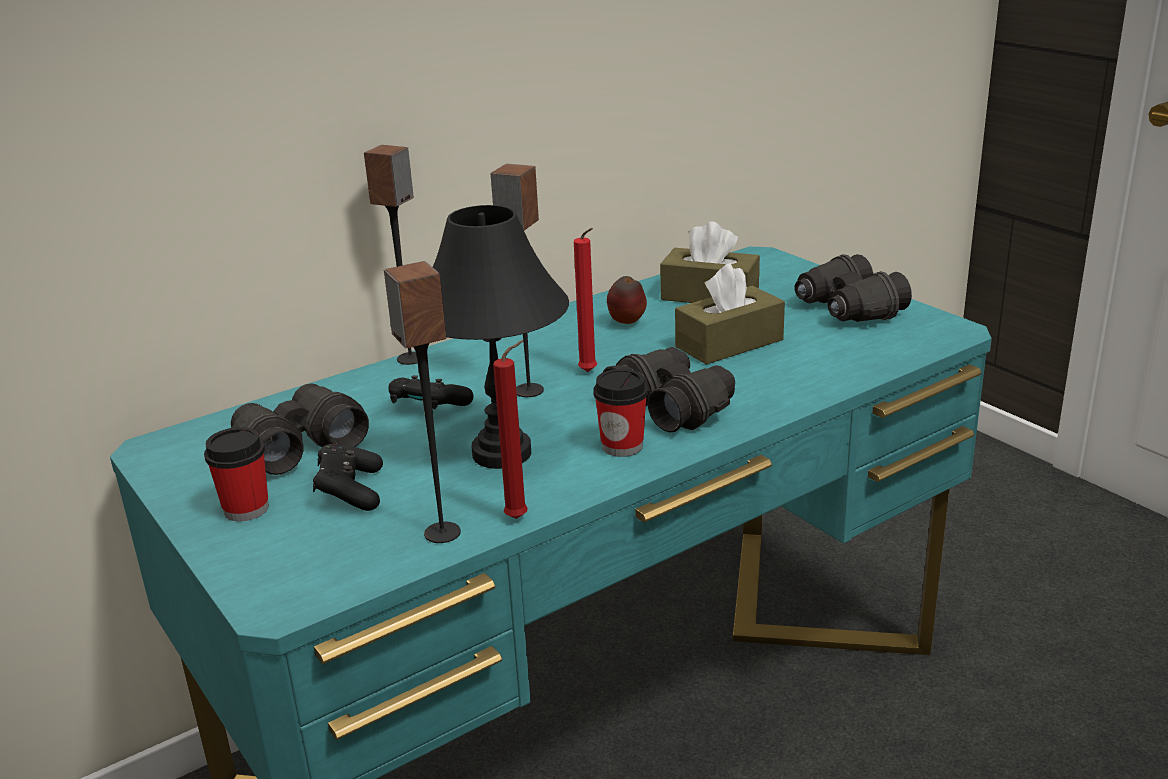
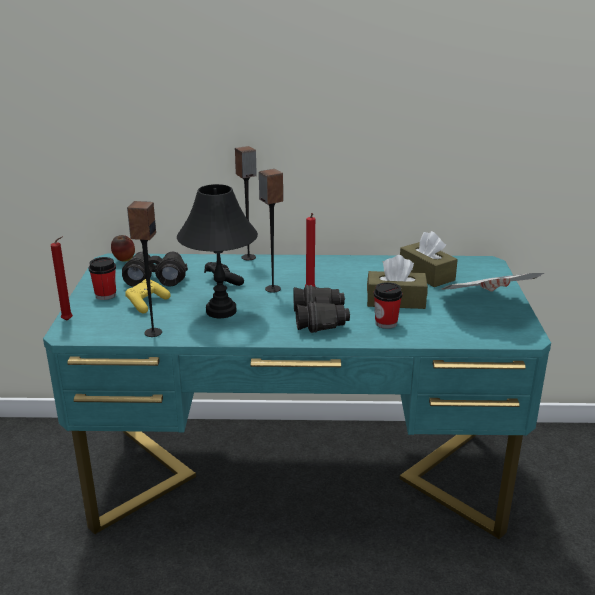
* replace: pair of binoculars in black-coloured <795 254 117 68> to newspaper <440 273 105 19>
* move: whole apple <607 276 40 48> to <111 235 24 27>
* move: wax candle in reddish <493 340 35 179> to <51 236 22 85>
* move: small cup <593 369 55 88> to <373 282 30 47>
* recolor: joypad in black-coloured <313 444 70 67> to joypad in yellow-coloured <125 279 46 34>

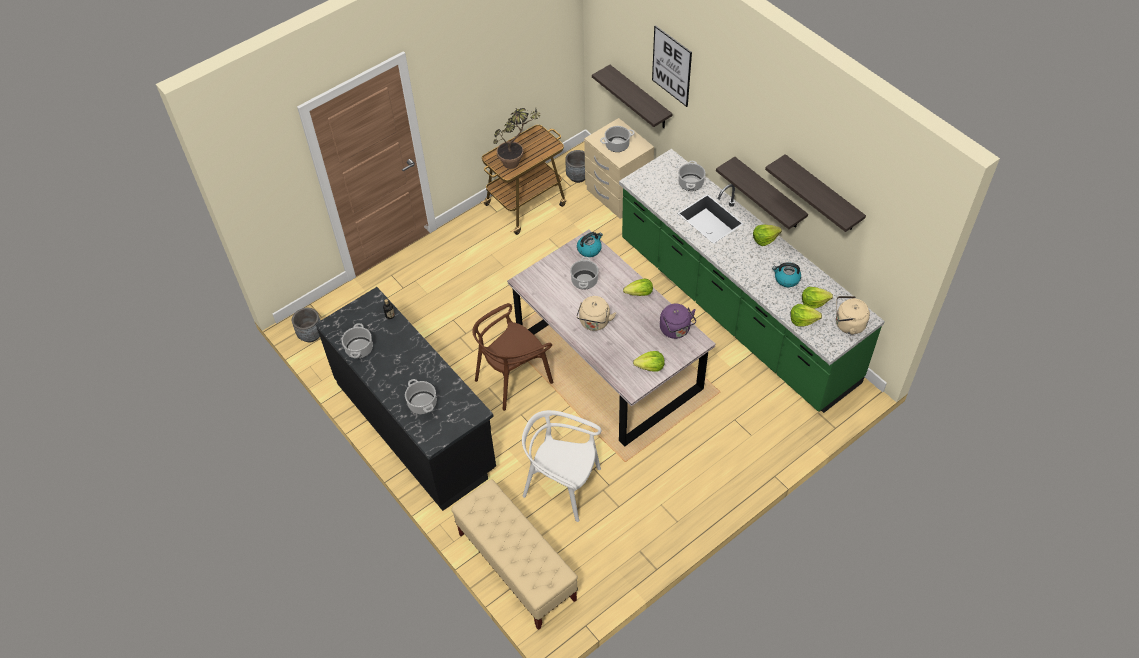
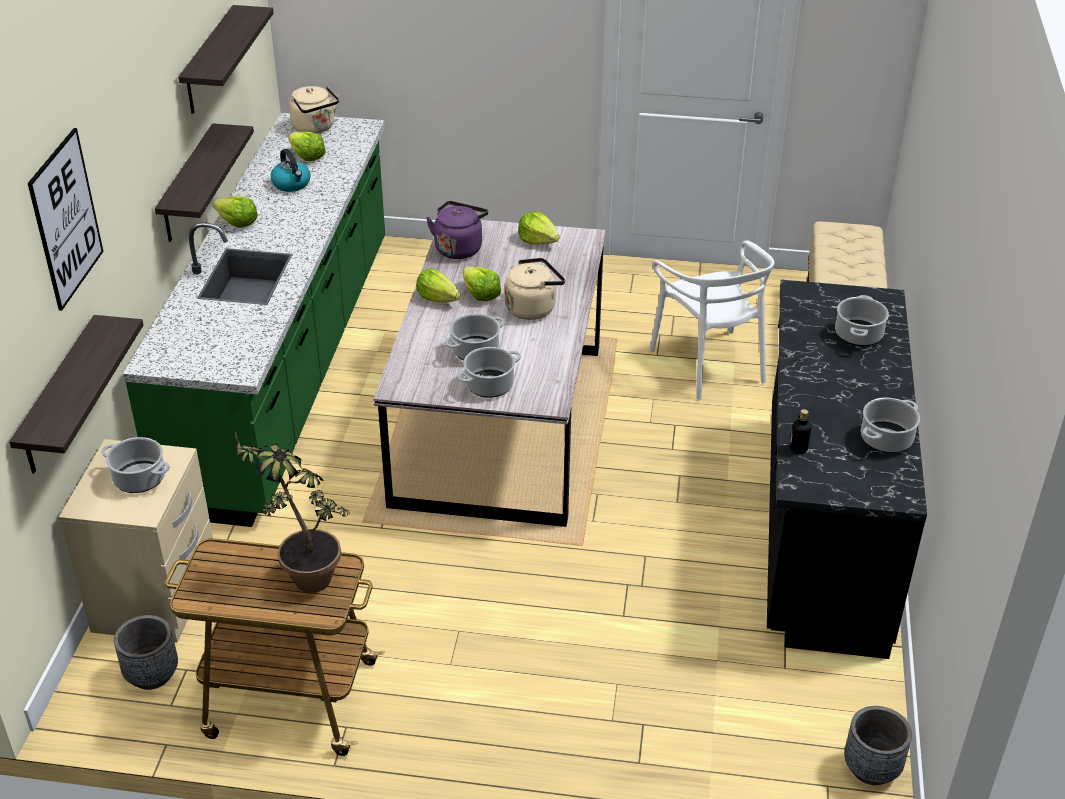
* move: cooking pot <678 161 27 30> to <457 347 64 51>
* delete: water kettle <577 232 26 25>
* delete: chair in brown <472 303 81 108>
* move: lettuce head <790 304 32 22> to <463 267 38 34>

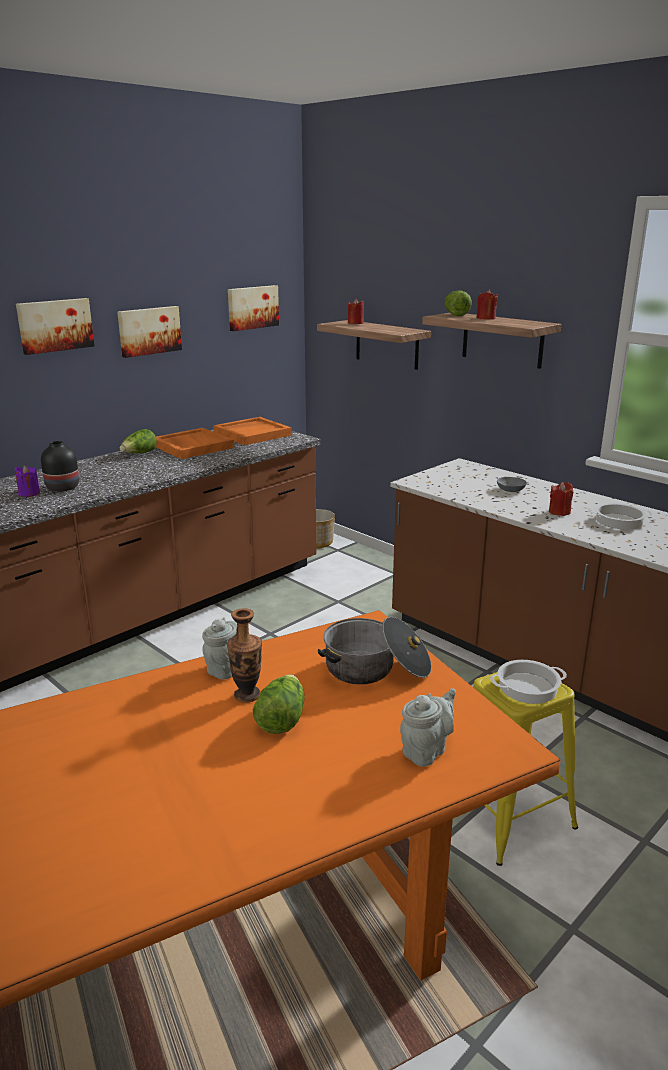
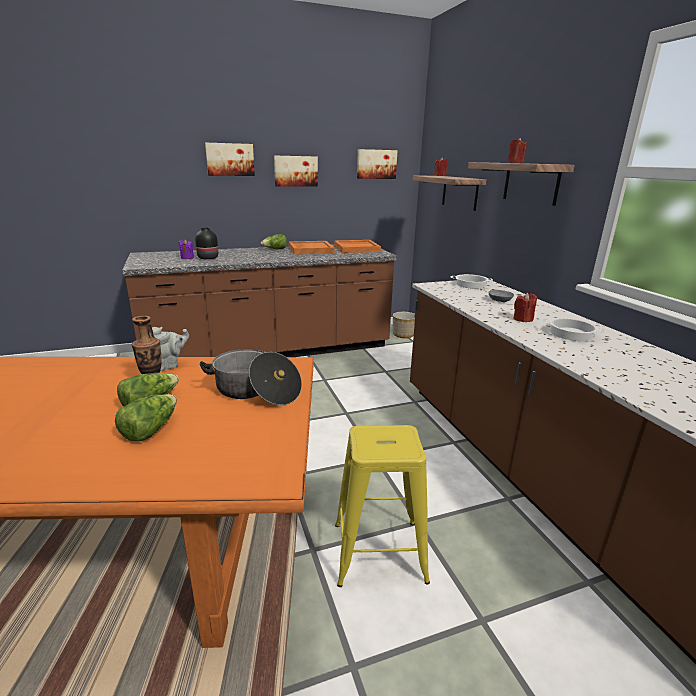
* move: lettuce head <445 290 27 26> to <115 394 62 48>
* move: cooking pot <490 660 77 44> to <451 274 42 15>
* delete: tea pot in grey <400 688 56 79>

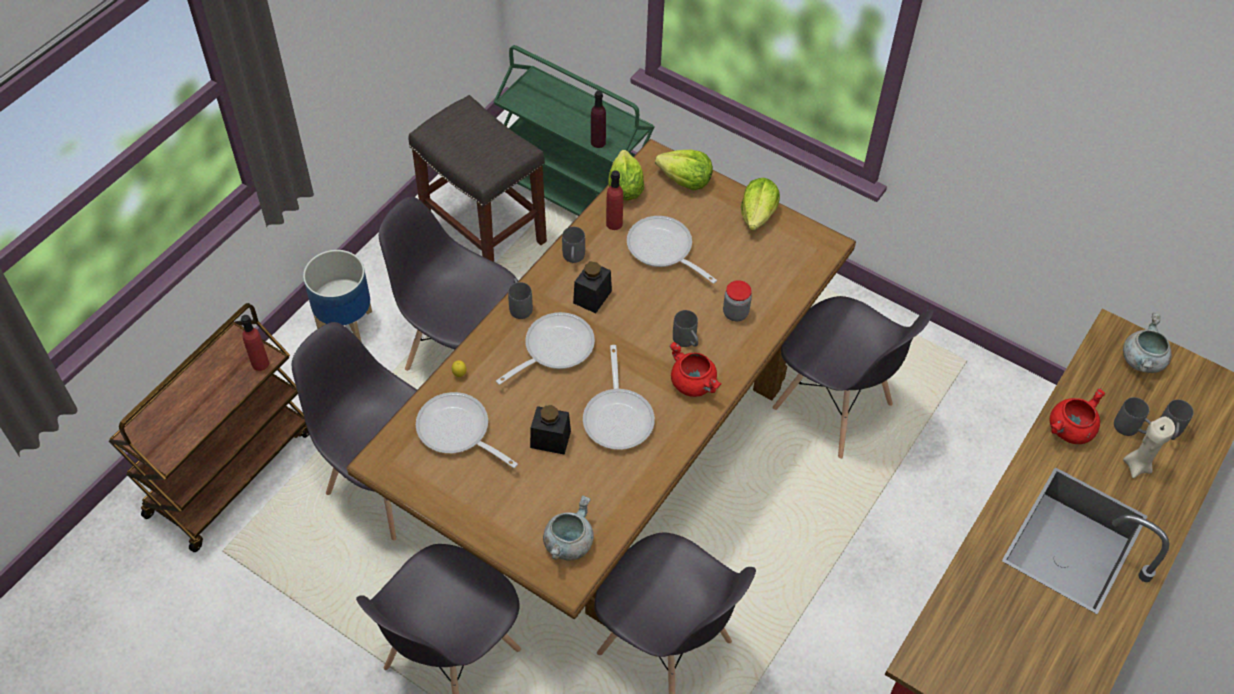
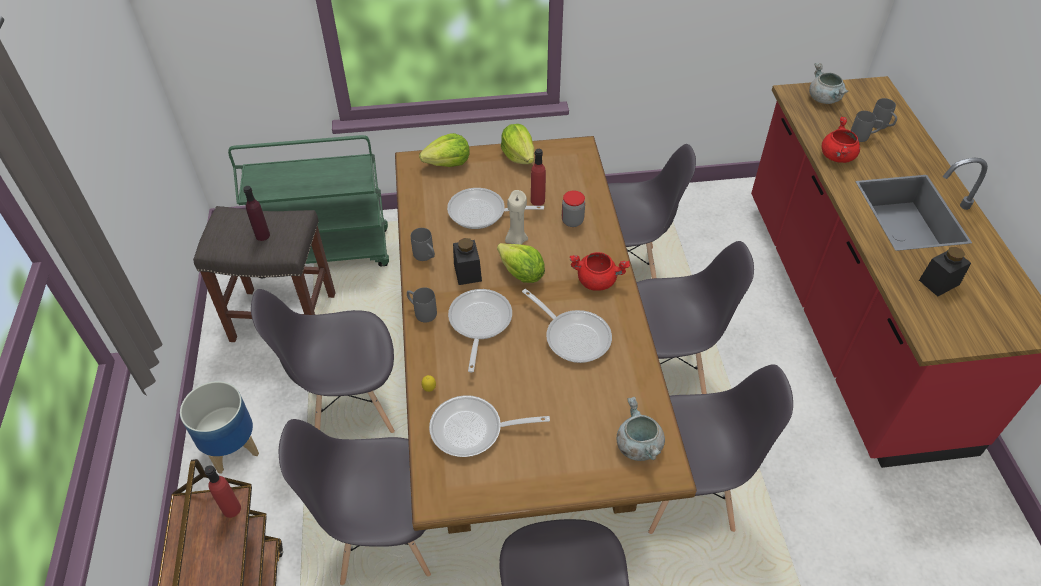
* move: drink bottle in purplish <591 91 15 57> to <243 186 27 55>
* move: lettuce head <608 150 36 50> to <497 243 48 40>
* move: drink bottle in reddish <606 170 17 60> to <531 149 15 57>
* delete: mug in grey <673 310 25 37>
* move: jar in black-coloured <530 405 41 50> to <919 247 52 49>
* move: wax candle in sand-coloured <1123 416 52 62> to <505 190 23 55>
* insert: chair in grey <636 241 118 153>

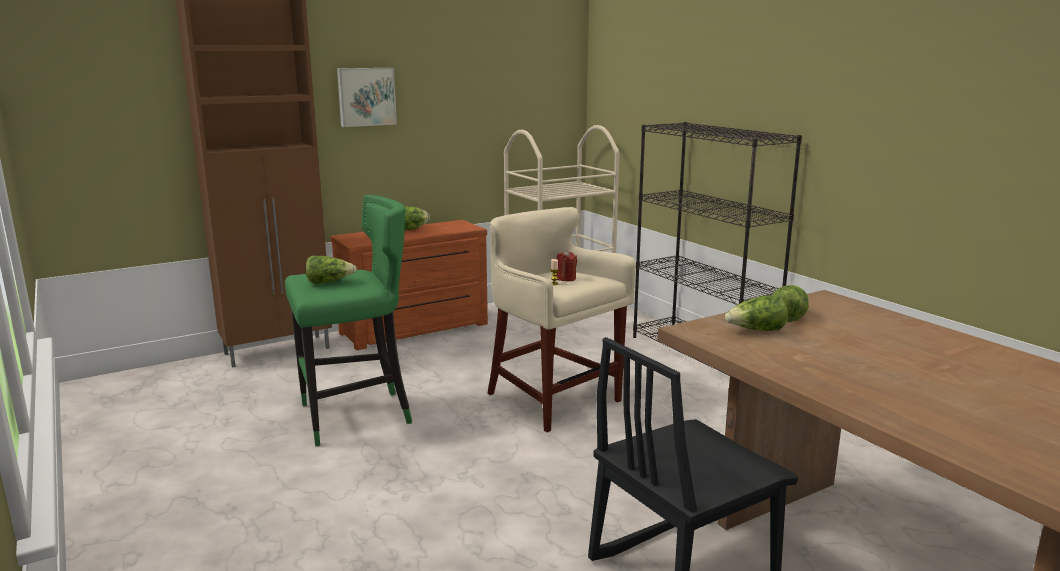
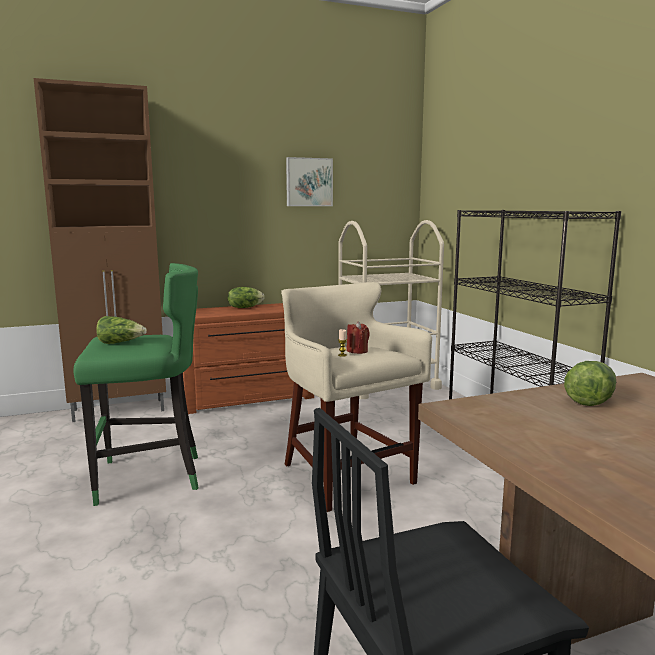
* move: picture <337 68 60 59> to <286 157 47 49>
* delete: lettuce head <725 295 63 36>

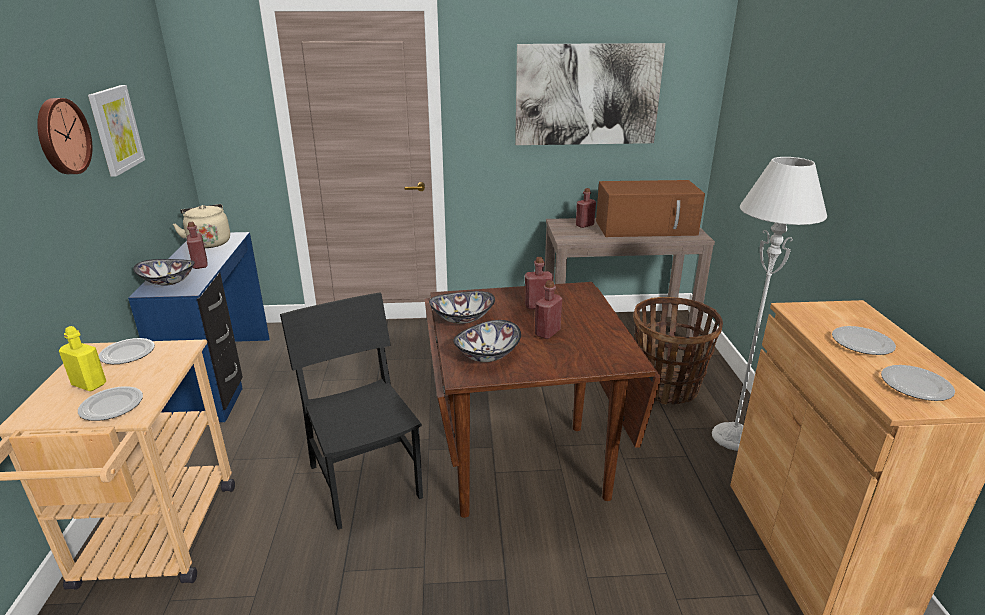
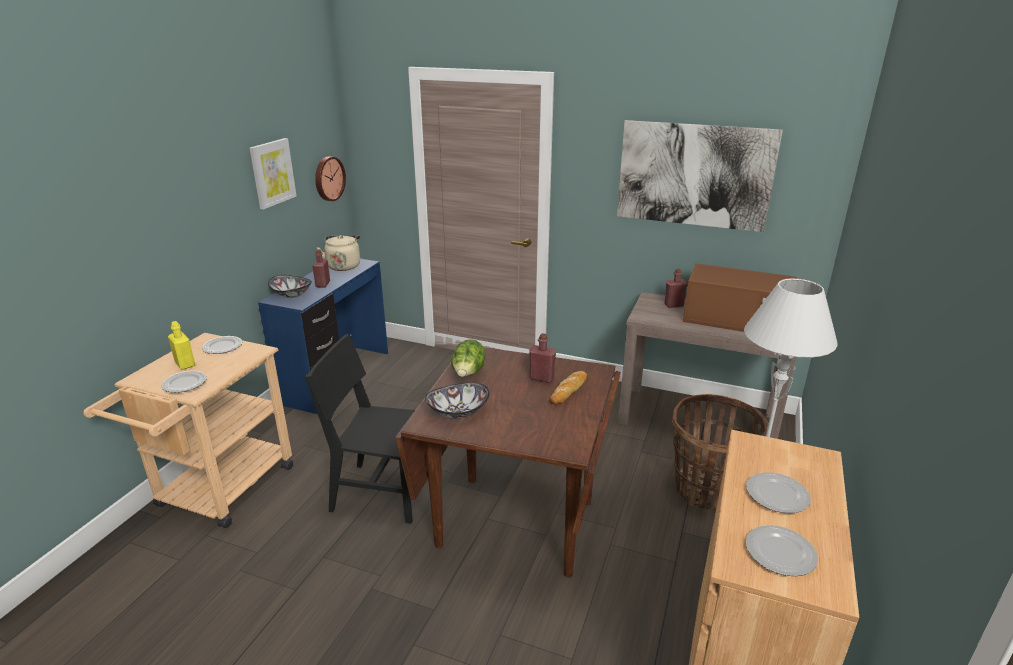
* move: hanging clock <37 98 55 76> to <315 157 31 44>
* delete: drink bottle in reddish <535 280 27 59>
* replace: deep dish <429 291 66 33> to lettuce head <451 339 35 38>
* rotate: chair in black-coloured <280 292 143 238> = <305 334 110 190> 75 degrees counterclockwise
* insert: baked bread <550 371 37 34>

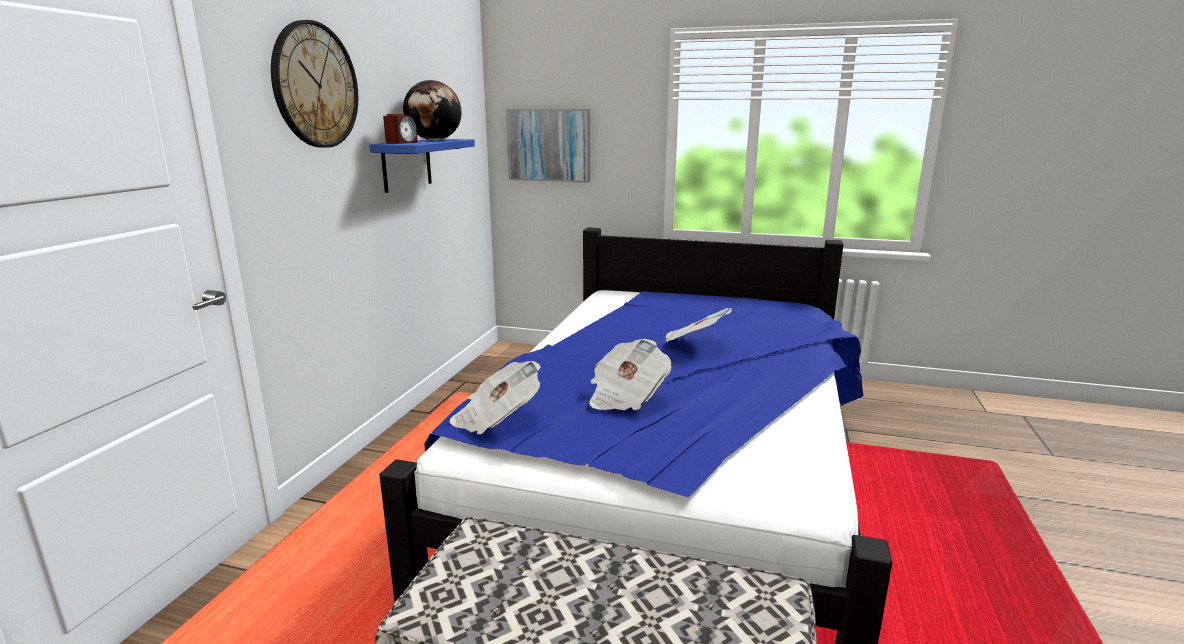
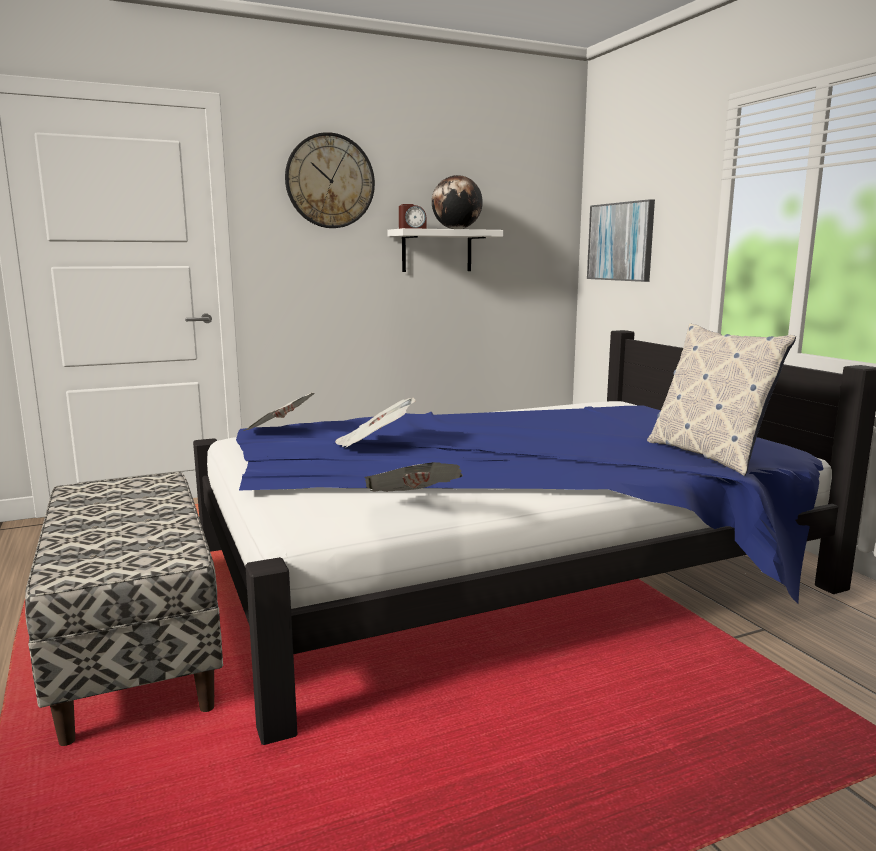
* recolor: bracket shelf in bluish <369 139 106 54> to bracket shelf in white-coloured <387 228 116 44>
* move: newspaper <664 308 68 35> to <364 462 99 30>
* insert: cushion <647 323 149 153>

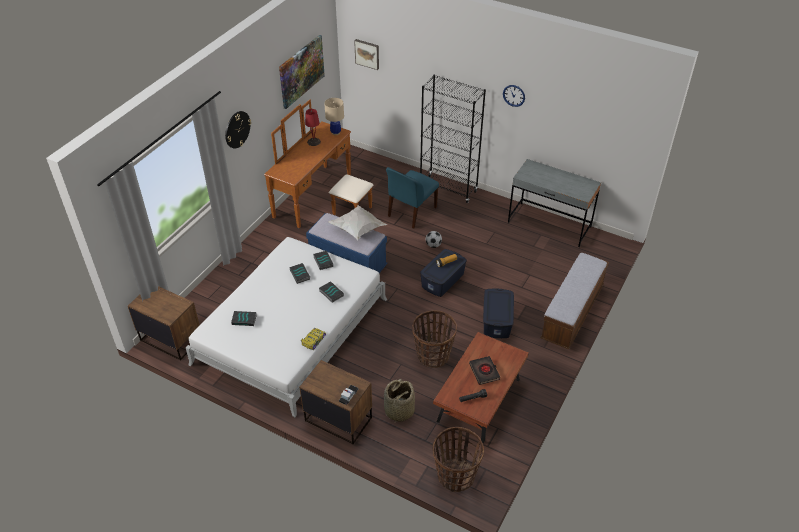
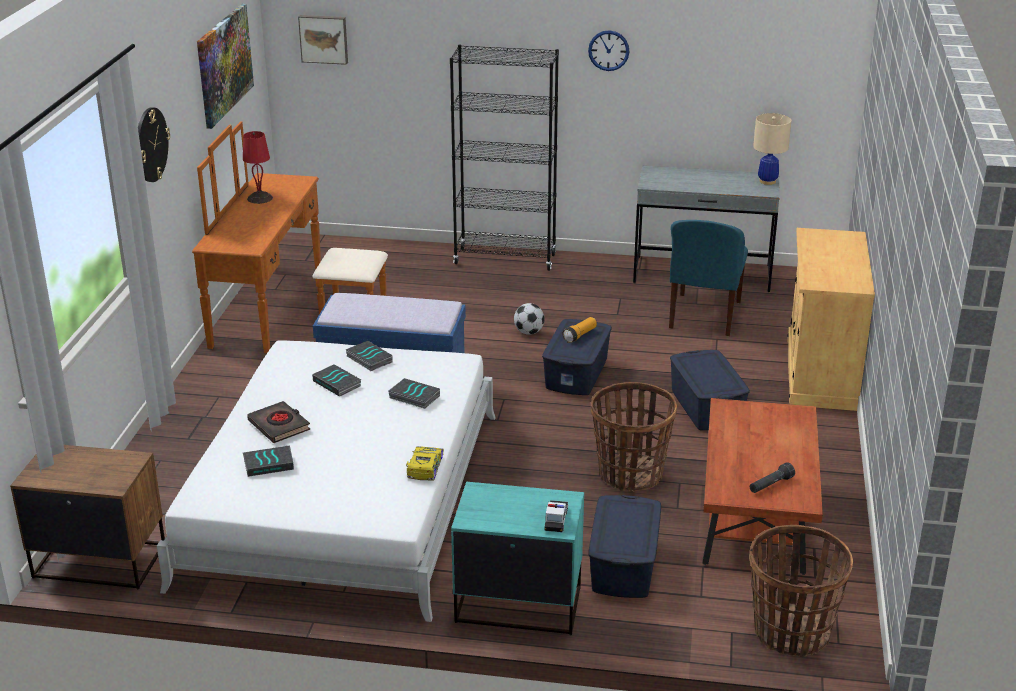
* move: table lamp in sand-coloured <324 98 20 37> to <753 113 39 72>
* move: chair in bluish <386 167 53 62> to <669 220 79 116>
* delete: cushion in white-coloured <328 205 59 36>
* replace: bench <541 252 68 97> to storage cabinet in sand-coloured <787 228 88 183>
* move: bound book in black-coloured <469 356 31 29> to <247 401 63 42>
* recolor: nightstand in brown <300 360 72 84> to nightstand in turquoise <451 482 133 153>
* replace: household basket <384 379 31 44> to storage container in bluish <589 495 72 103>

